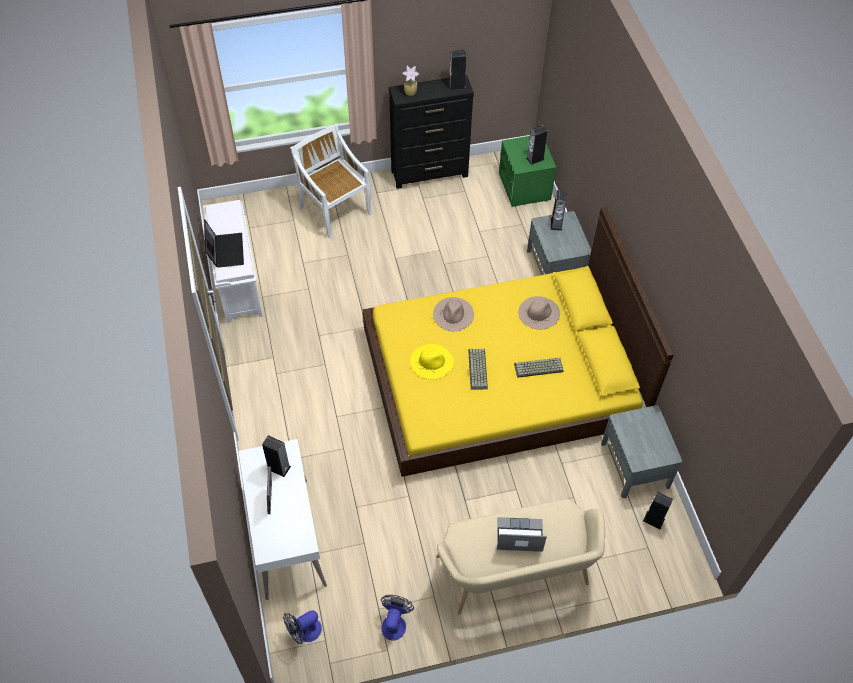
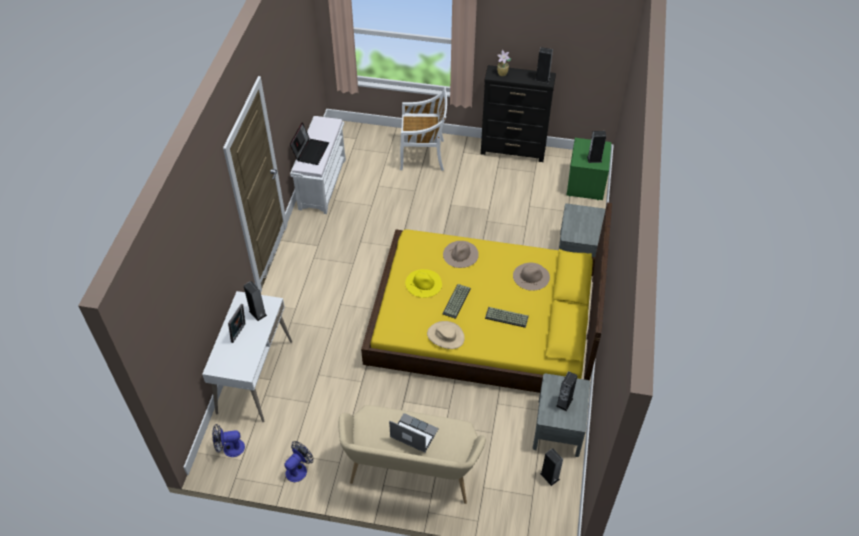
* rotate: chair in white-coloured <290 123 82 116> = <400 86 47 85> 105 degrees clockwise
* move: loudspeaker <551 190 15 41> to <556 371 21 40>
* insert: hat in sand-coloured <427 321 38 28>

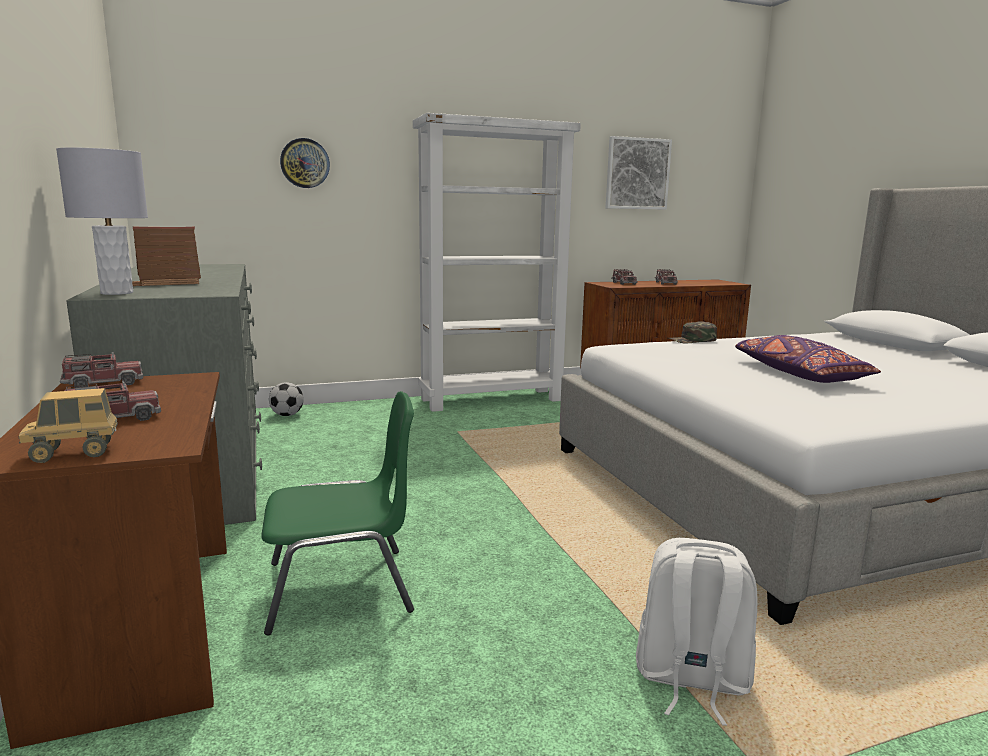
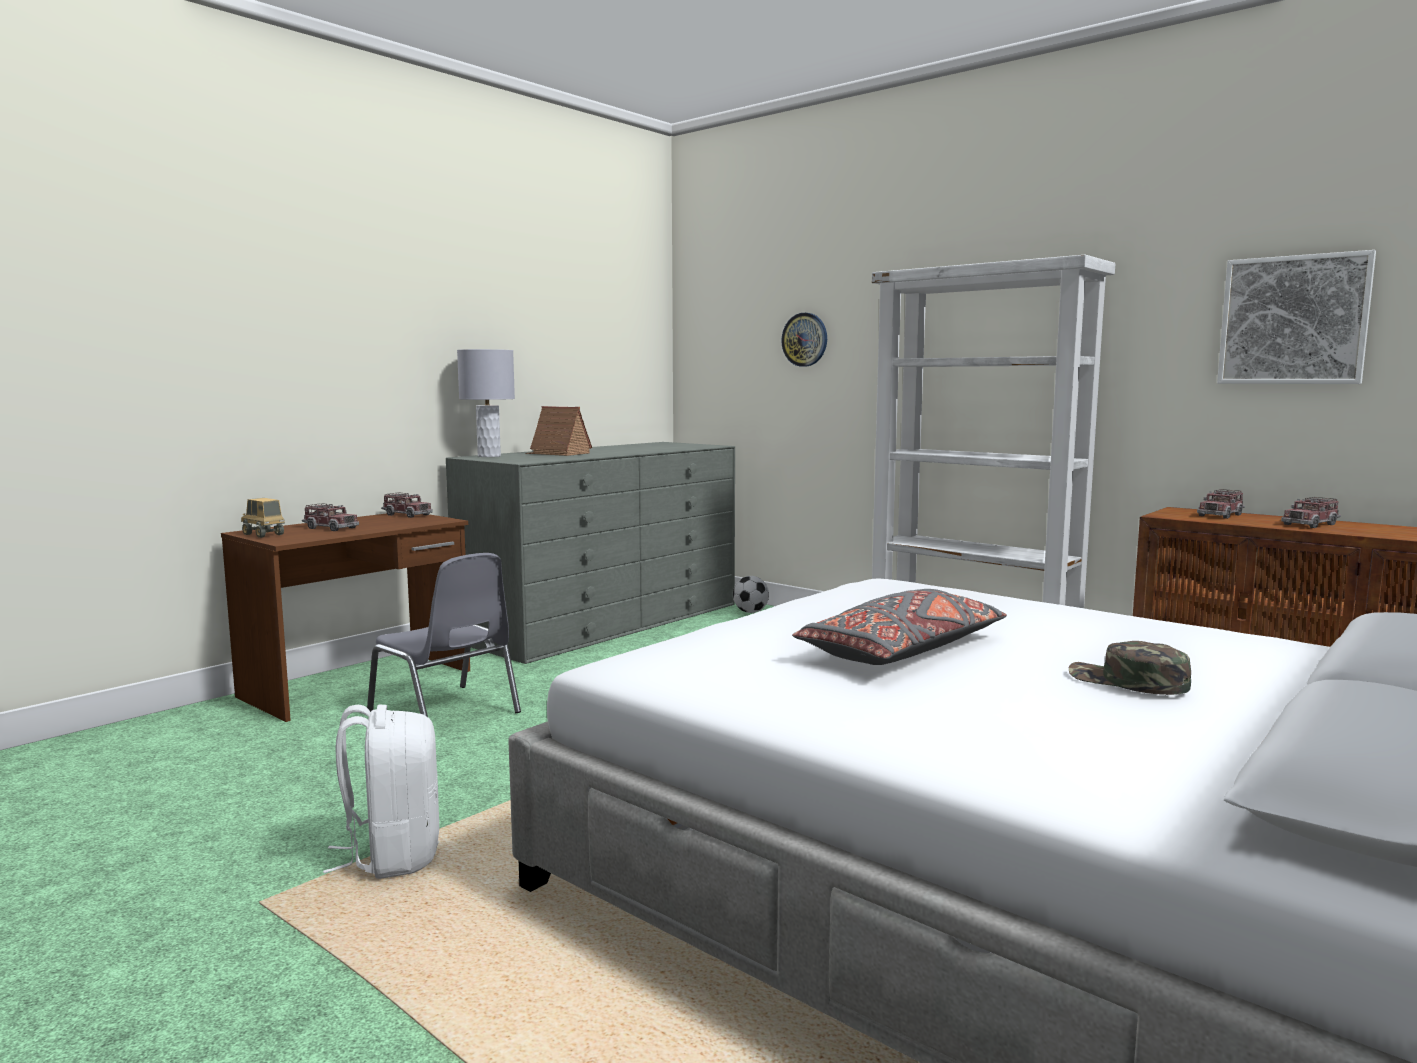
* move: baseball cap in green-coloured <667 321 50 23> to <1069 641 122 54>
* recolor: cushion in purplish <735 335 146 48> to cushion in grey <792 589 215 76>
* recolor: chair in green-coloured <261 391 153 245> to chair in grey <367 553 154 164>

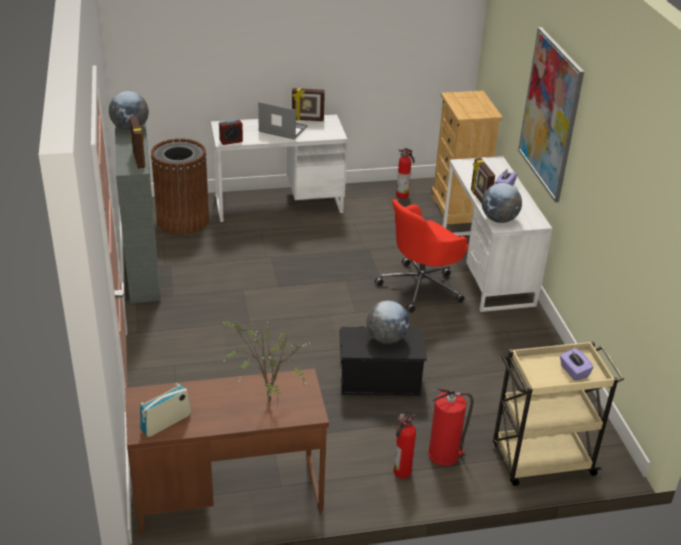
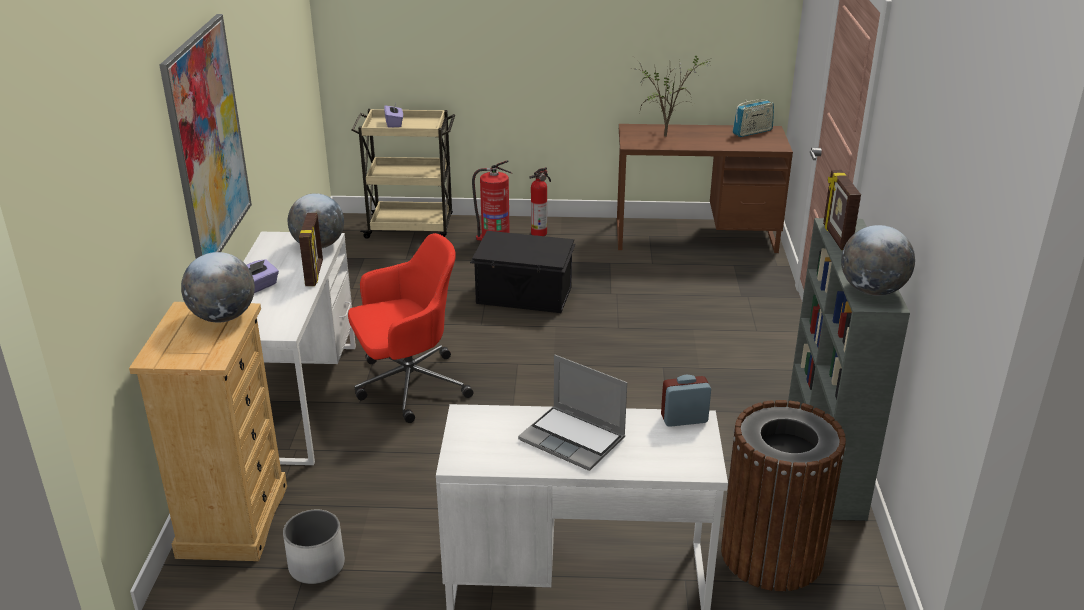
* delete: standing frame <292 88 33 33>
* replace: fire-fighting cylinder <396 148 19 51> to planter in white-coloured <283 509 62 75>
* move: desk globe <366 301 44 43> to <181 252 74 70>

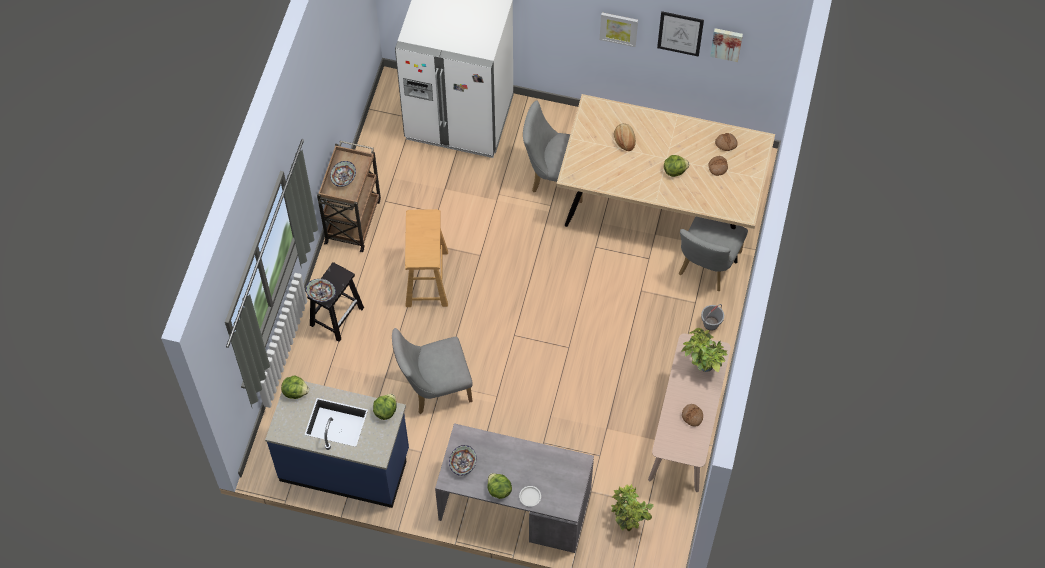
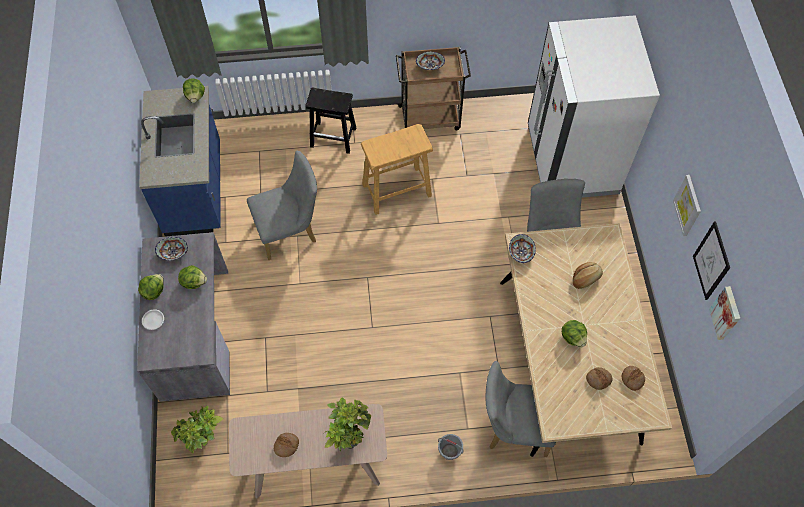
* move: deep dish <306 279 30 23> to <509 234 27 29>
* rotate: chair in grey <392 328 81 86> = <247 151 70 109> 105 degrees clockwise
* move: lettuce head <373 394 24 26> to <178 265 29 24>

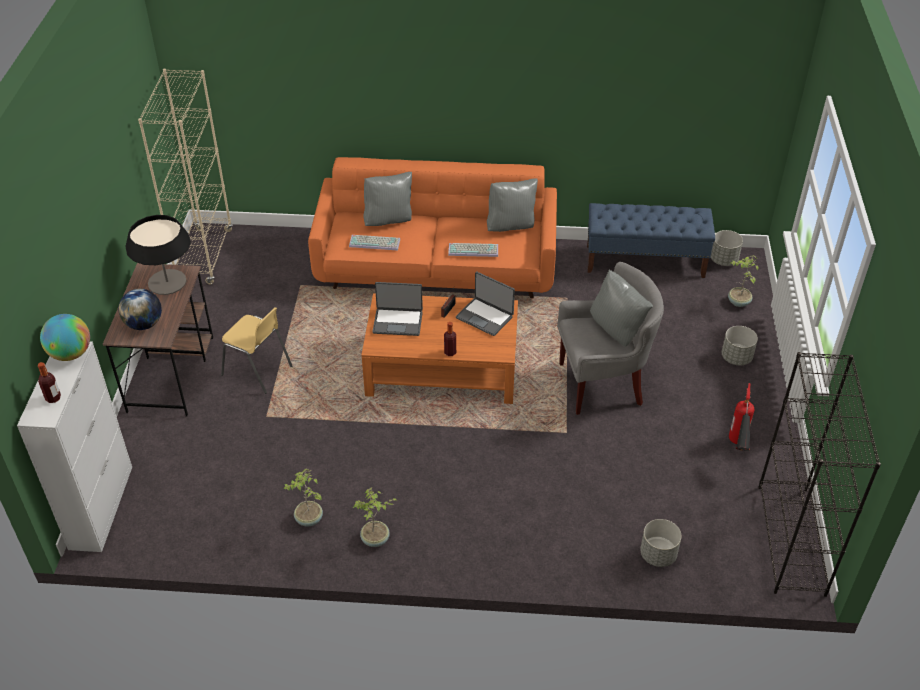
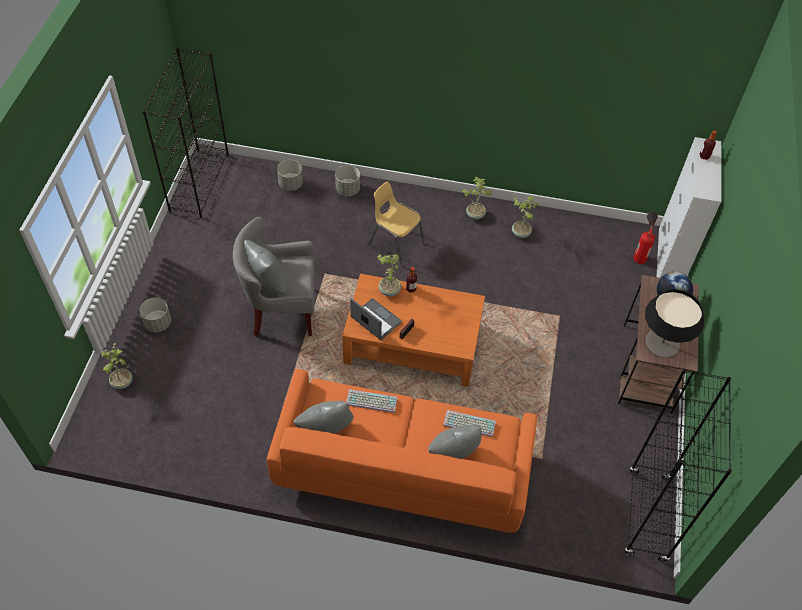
* recolor: bookcase in sand-coloured <138 69 95 216> to bookcase in black-coloured <625 369 107 193>
* delete: bench in bluish <587 203 128 75>
* move: planter in grey <711 230 32 36> to <335 165 25 31>
* delete: laptop <372 282 51 54>
* move: chair in yellow-coloured <221 307 71 87> to <368 181 57 86>
* delete: desk globe <40 314 50 47>
* move: fire-fighting cylinder <729 383 25 68> to <633 212 25 52>
* insert: houseplant <377 254 24 42>

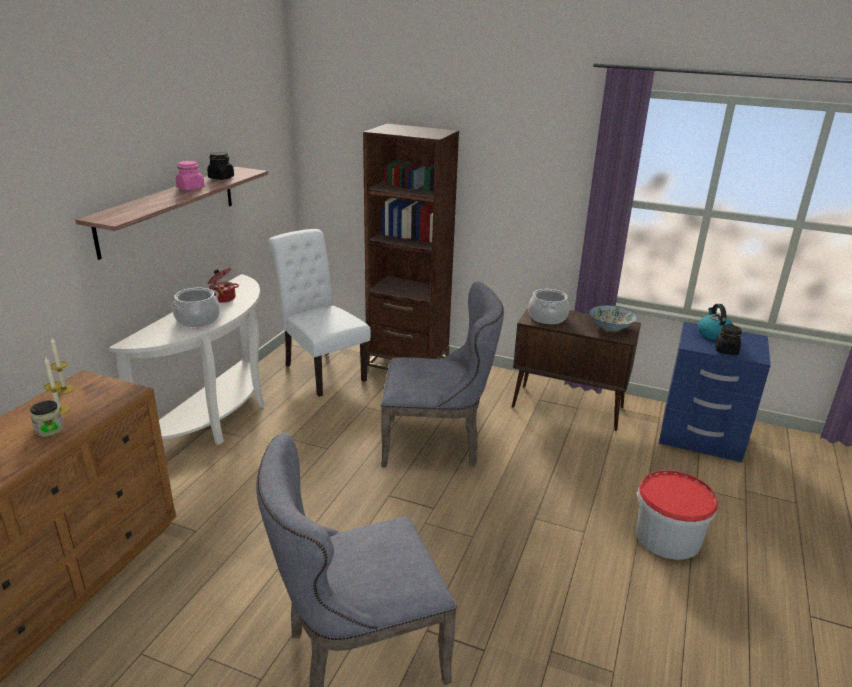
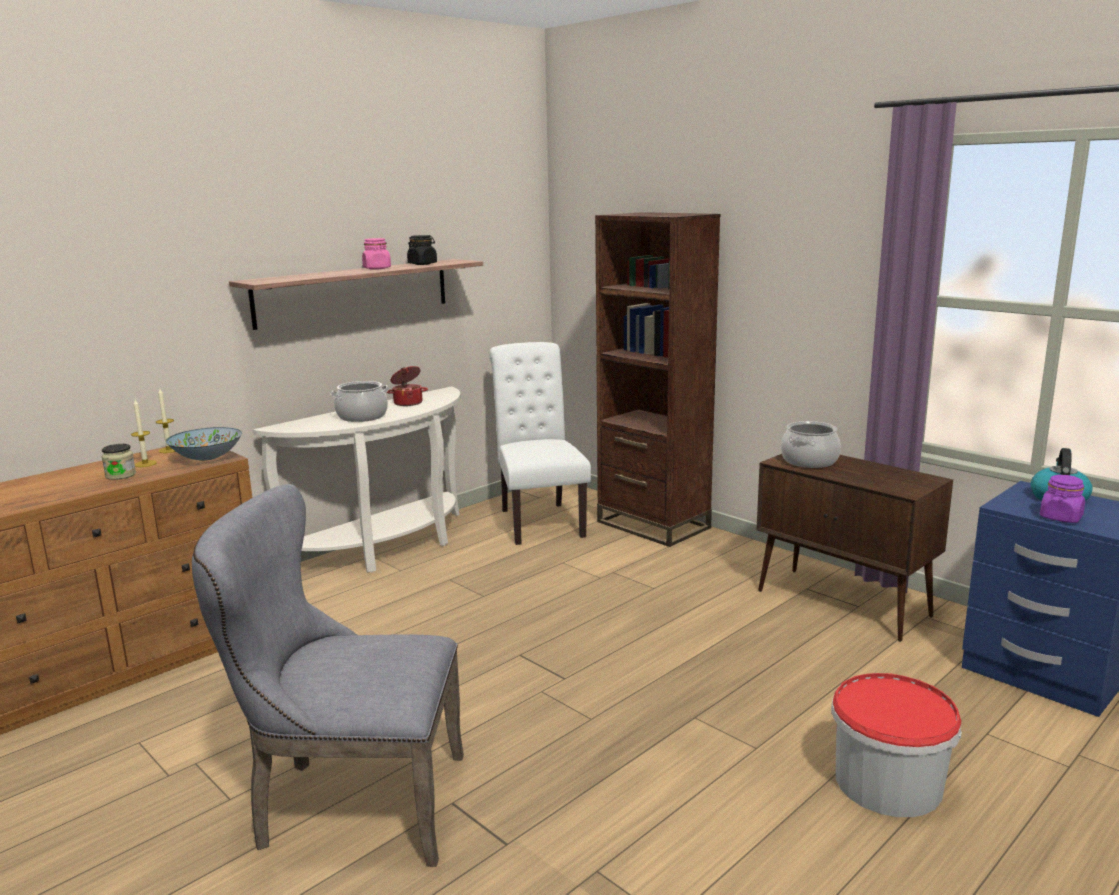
* delete: chair in grey <381 282 123 185>
* move: deep dish <589 305 48 25> to <166 427 76 34>
* recolor: jar in black-coloured <715 324 27 31> to jar in purplish <1040 475 45 48>

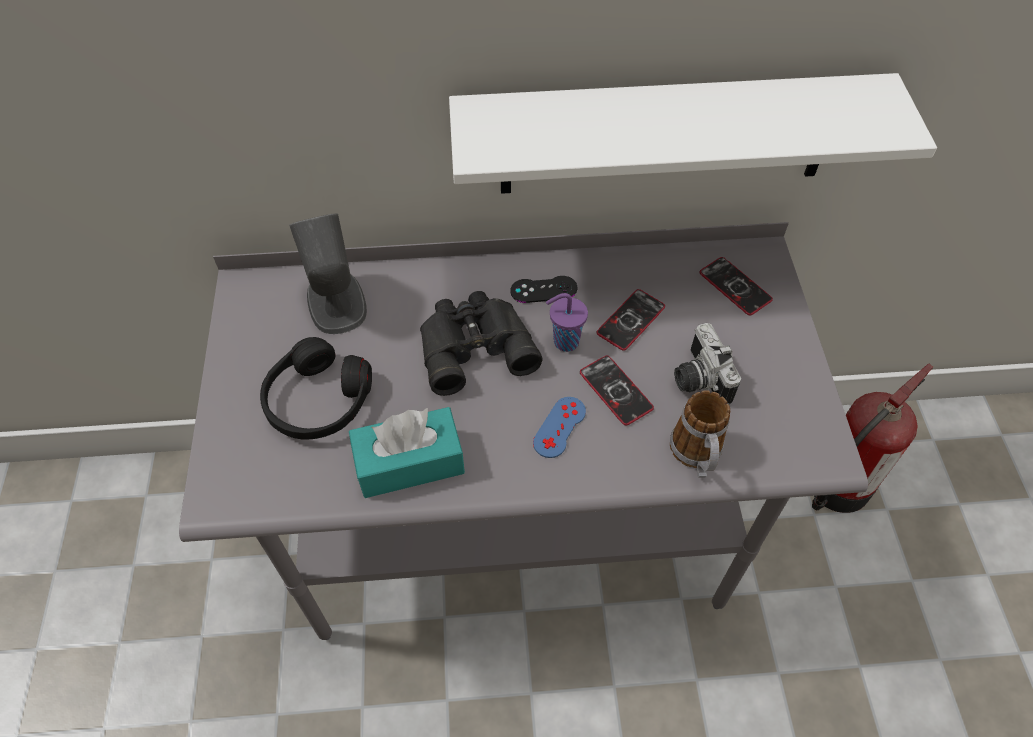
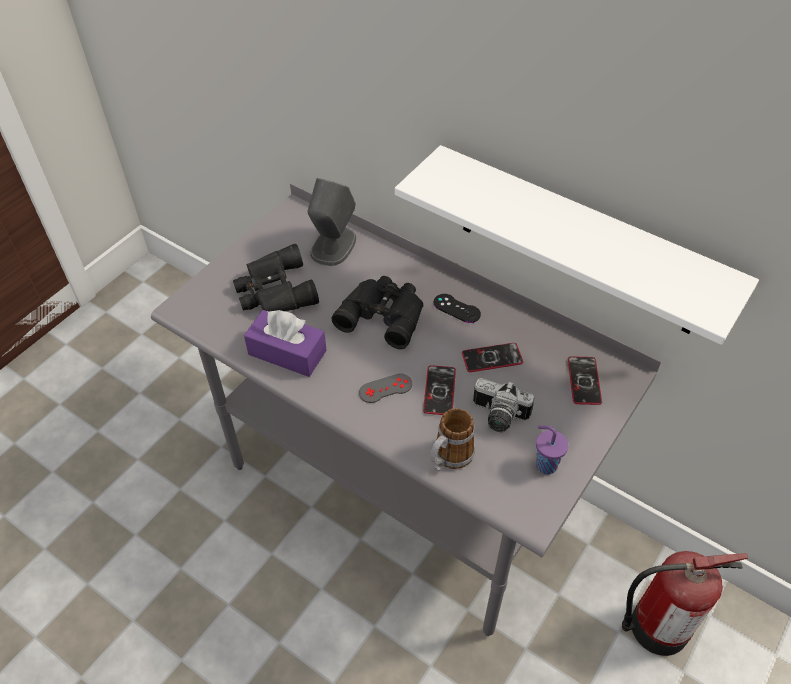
* move: small cup in purplish <546 293 42 59> to <536 425 33 49>
* rotate: photo camera <674 323 68 81> = <473 378 61 54> 90 degrees counterclockwise
* replace: headset in black-coloured <260 337 112 102> to pair of binoculars in black-coloured <233 244 86 67>
* recolor: joypad in bluish <533 397 53 61> to joypad in grey <359 373 53 30>
* recolor: tissue holder in turquoise <349 407 116 91> to tissue holder in purplish <244 310 83 67>

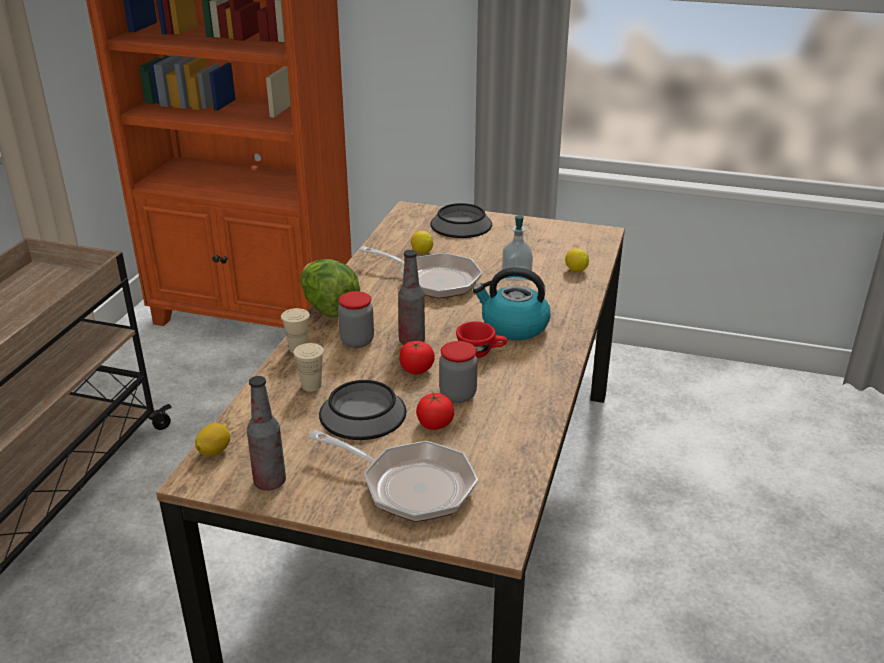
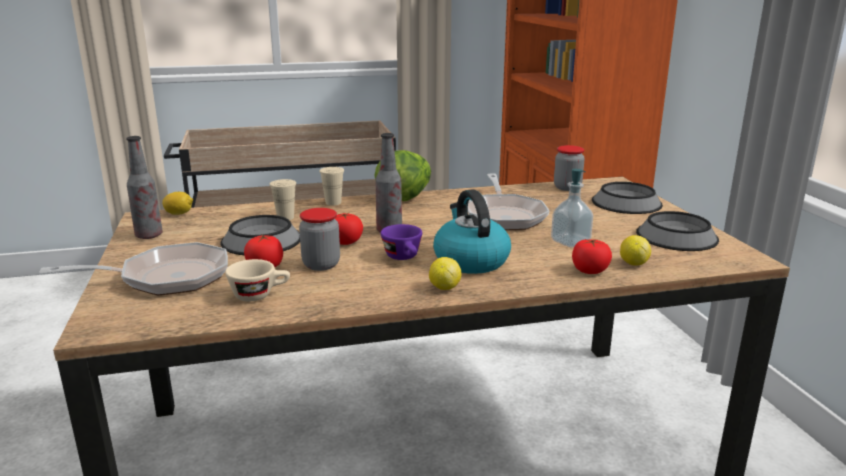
* move: lemon <411 231 22 23> to <429 257 32 33>
* move: jar <338 291 36 57> to <554 145 31 46>
* recolor: small cup in reddish <456 321 51 37> to small cup in purplish <381 224 41 36>
* rotate: skillet <308 430 170 92> = <39 242 189 53> 105 degrees counterclockwise
* insert: deep dish <636 211 83 40>
* insert: tomato <572 239 40 35>
* insert: small cup in sand-coloured <225 259 65 42>

